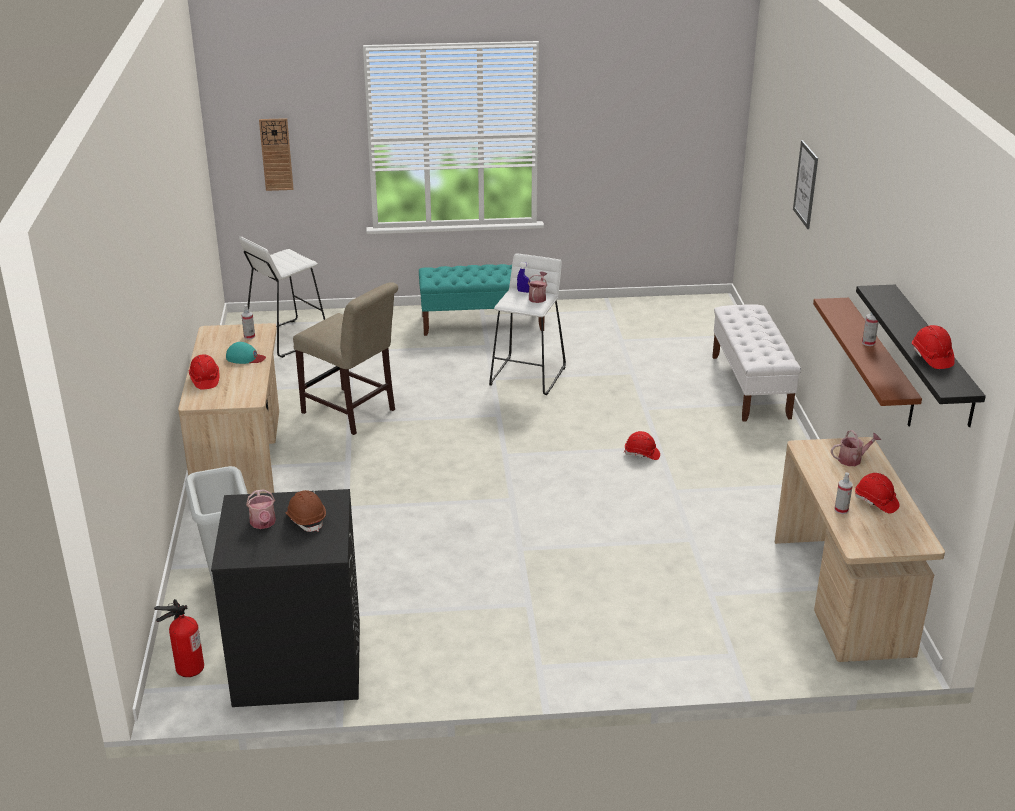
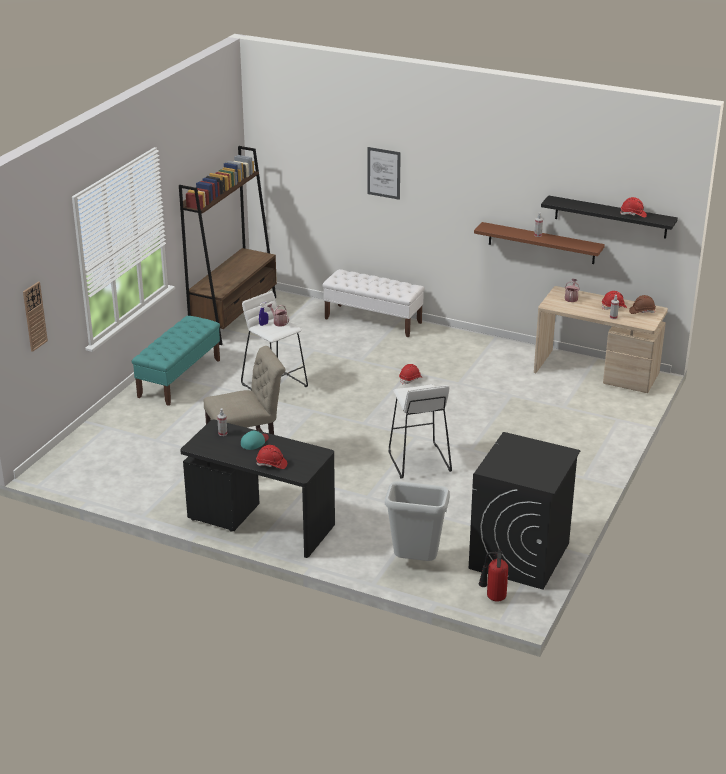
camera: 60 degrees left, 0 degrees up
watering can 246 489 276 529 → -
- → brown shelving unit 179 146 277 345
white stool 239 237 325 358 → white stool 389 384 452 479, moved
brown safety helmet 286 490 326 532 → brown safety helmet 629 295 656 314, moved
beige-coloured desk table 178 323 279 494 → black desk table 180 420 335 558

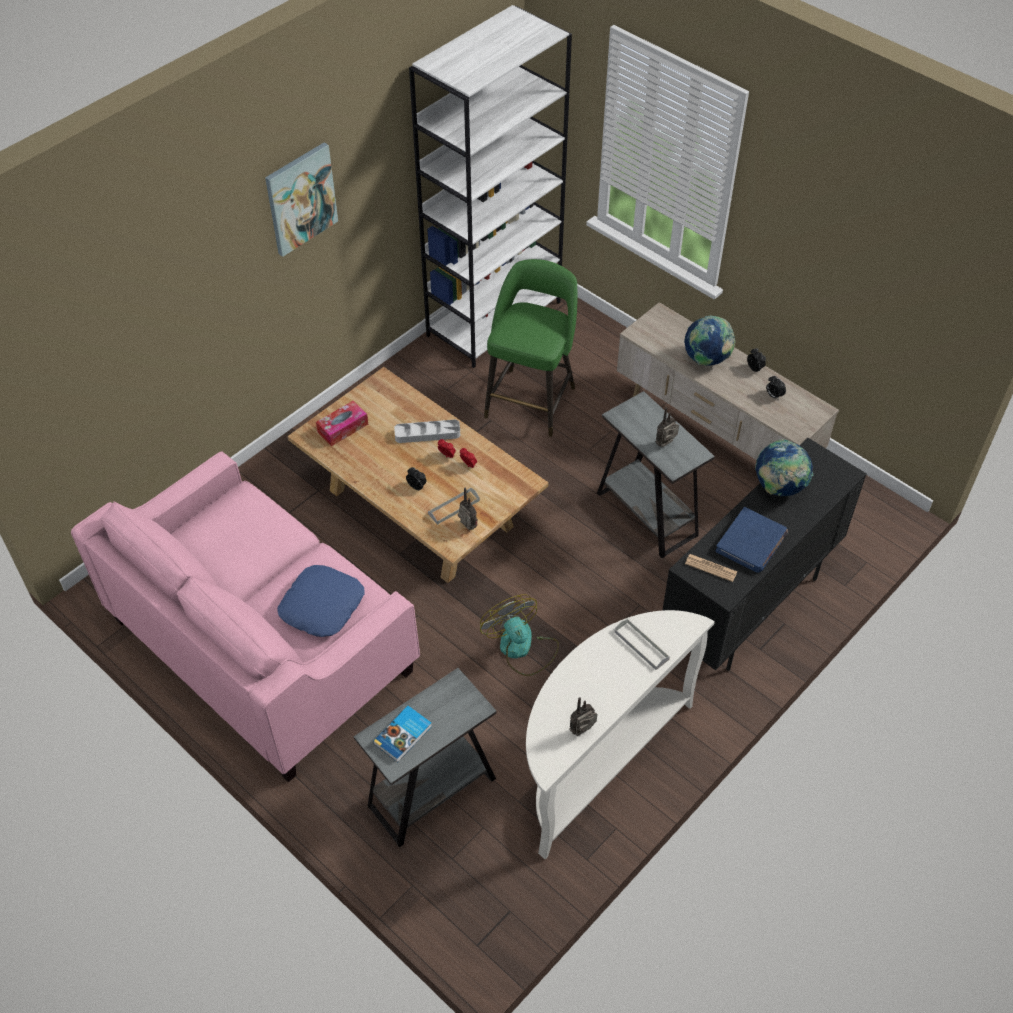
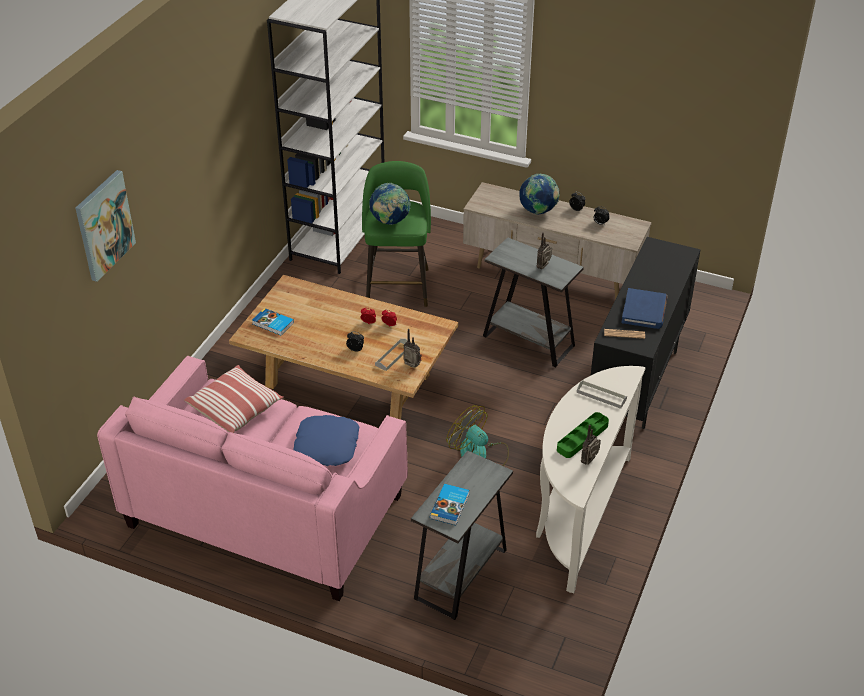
camera: 20 degrees left, 10 degrees down
grey carrying tray 394 420 460 443 → -
- → cushion 184 365 284 433
- → green-coloured carrying tray 557 412 609 458
wall art 265 142 338 257 → wall art 75 170 136 282, moved
world globe 755 439 813 496 → world globe 369 183 411 225, moved
tissue holder 316 401 368 446 → book 252 308 294 336

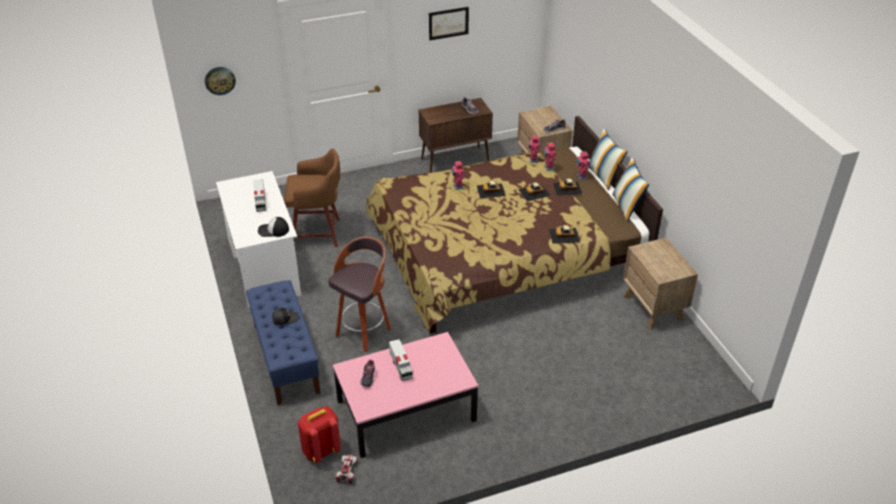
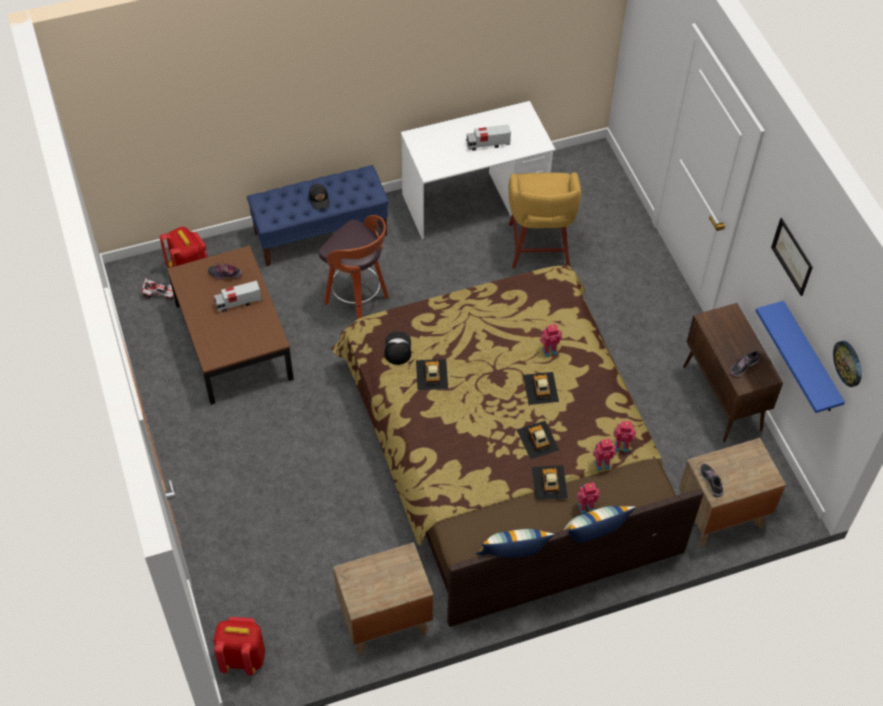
camera: 90 degrees right, 15 degrees up
- → red-coloured backpack 214 617 265 675
- → blue-coloured shelf 756 301 845 413
hanging clock 205 67 236 95 → hanging clock 833 341 862 387, moved
cap 258 217 289 237 → cap 384 332 411 365, moved
model car 549 225 580 244 → model car 416 359 448 390, moved
brown stool 284 148 340 247 → yellowish stool 508 172 581 268
pink-coloured low table 333 332 478 458 → brown low table 167 246 294 405

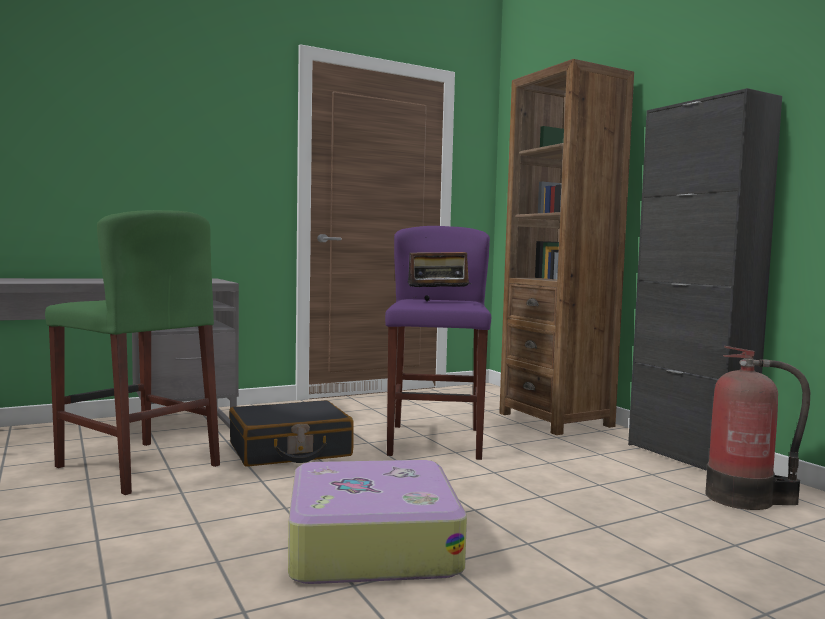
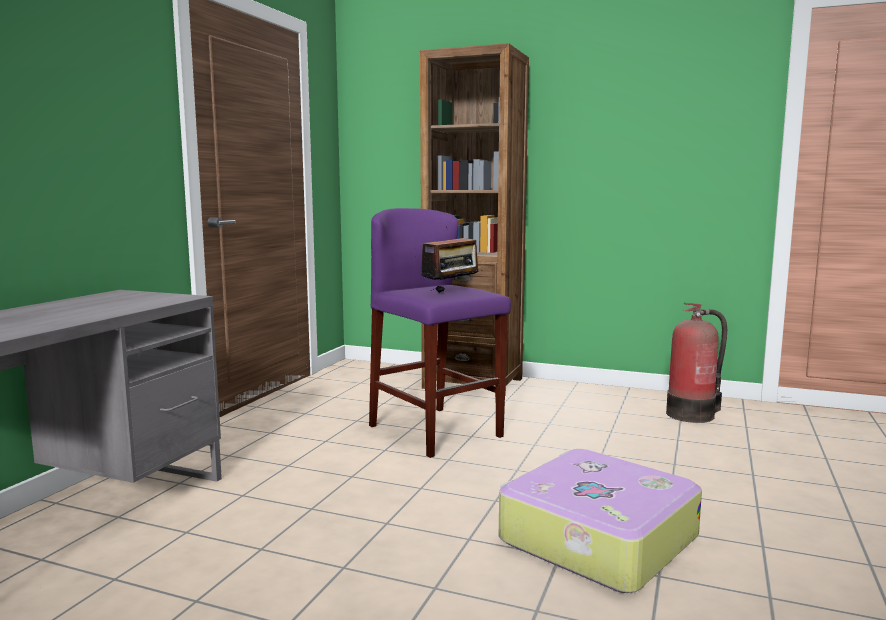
camera: 40 degrees left, 5 degrees up
green-coloured stool 45 210 220 495 → -
black travel case 229 400 354 467 → -
black cupboard 628 88 782 471 → -

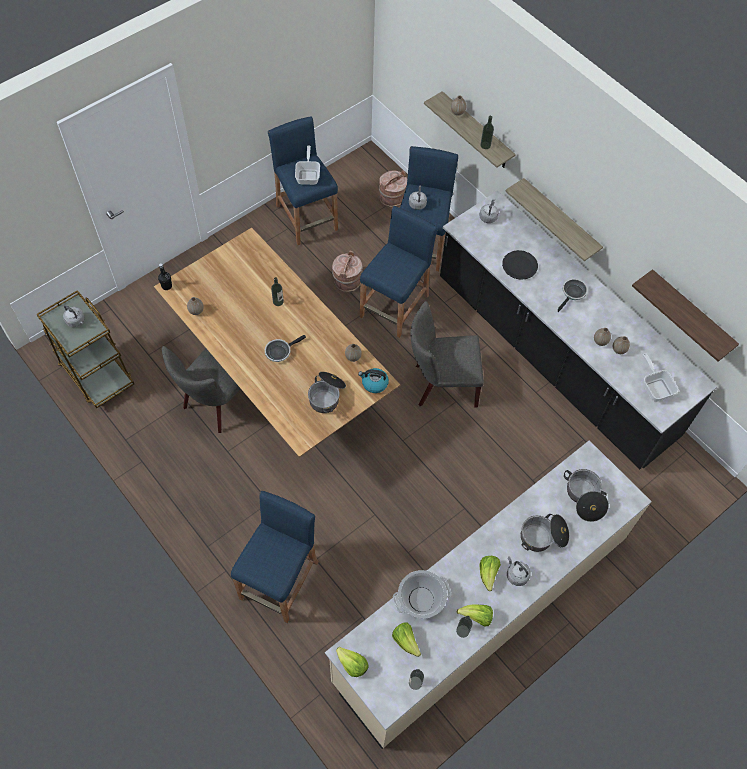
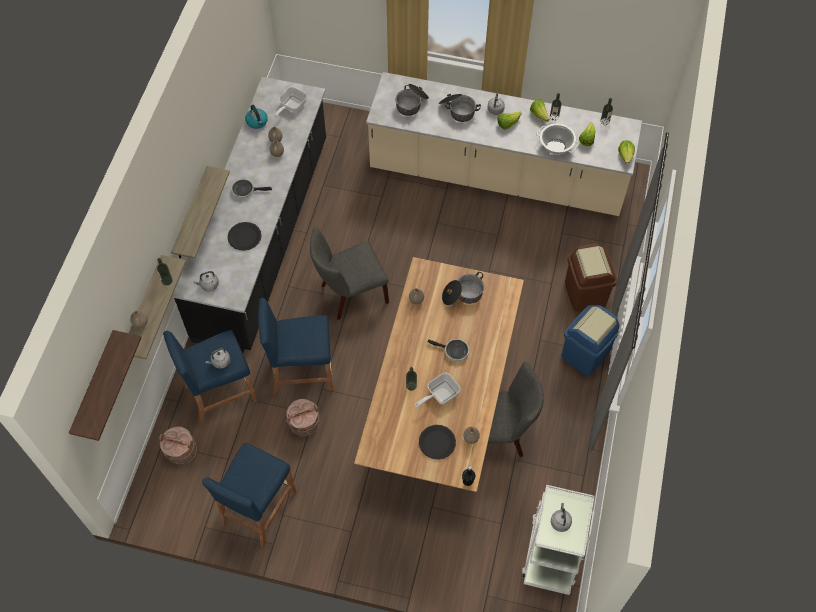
camera: 125 degrees left, 0 degrees up
- → black dinner plate 419 425 456 459
- → blue-coloured rubbish bin 561 305 620 376
frying pan 295 146 320 185 → frying pan 415 373 461 407, moved
kettle 358 368 389 393 → kettle 245 105 268 129, moved
shelf 632 269 739 362 → shelf 69 330 142 441, moved
blue-coloured stool 231 491 319 623 → brown rubbish bin 565 244 617 312
brown trolley 37 290 134 408 → white trolley 522 485 595 595
grey chair 410 301 484 407 → grey chair 310 226 389 320, 105 degrees clockwise

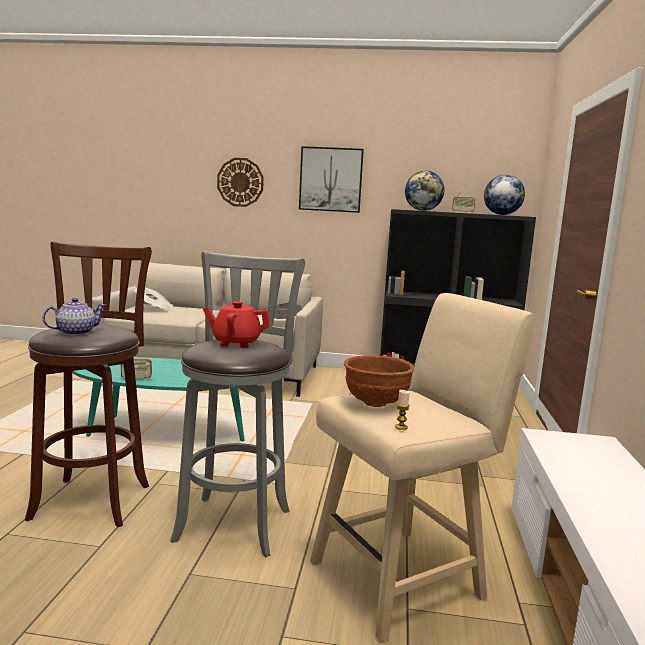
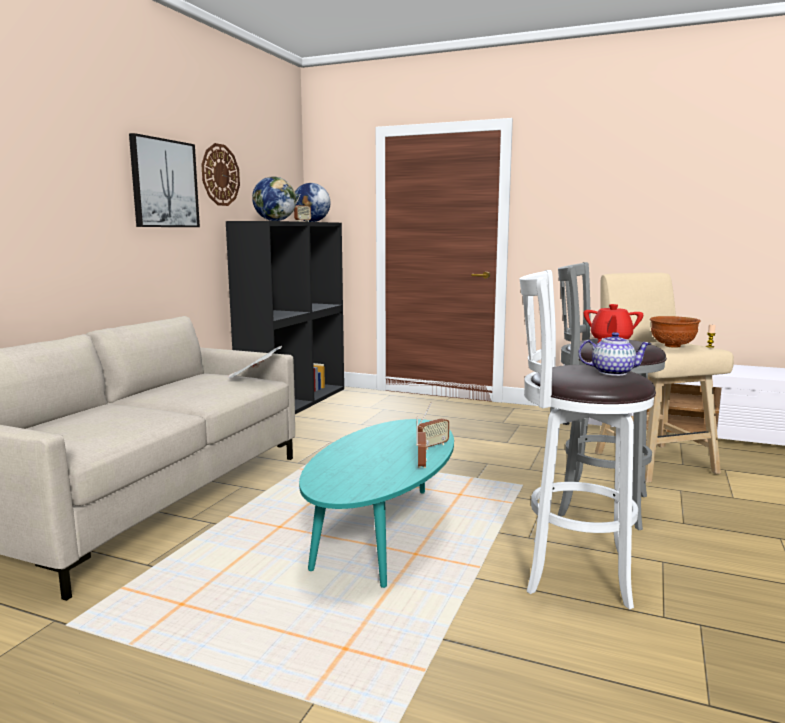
camera: 75 degrees left, 0 degrees up
newspaper 134 285 173 312 → -
- → radio 418 402 450 450
hanging clock 217 158 264 207 → hanging clock 201 143 240 206, moved
brown stool 25 242 152 527 → white stool 520 270 656 609
tea pot 43 298 106 335 → tea pot 578 332 651 376, 120 degrees clockwise

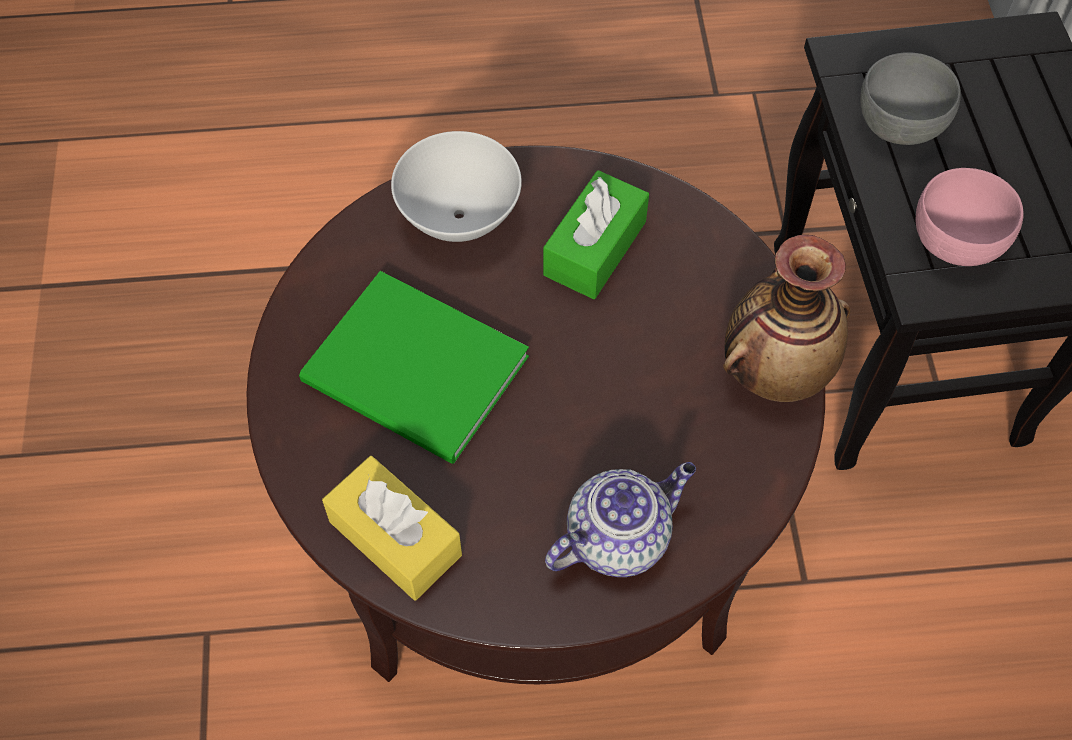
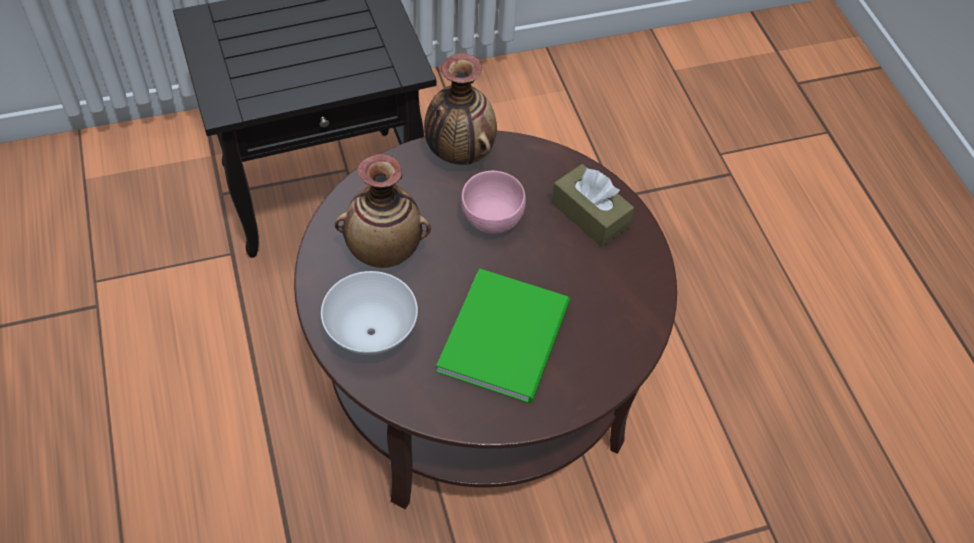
camera: 105 degrees left, 5 degrees down
yellowish tissue holder 322 456 462 600 → -
grey bowl 860 52 961 145 → -
pink-coloured bowl 916 168 1024 266 → pink-coloured bowl 461 171 526 234, moved
green-coloured tissue holder 543 170 649 299 → flower vase 335 154 431 268
tea pot 545 462 696 577 → brown tissue holder 551 164 634 247

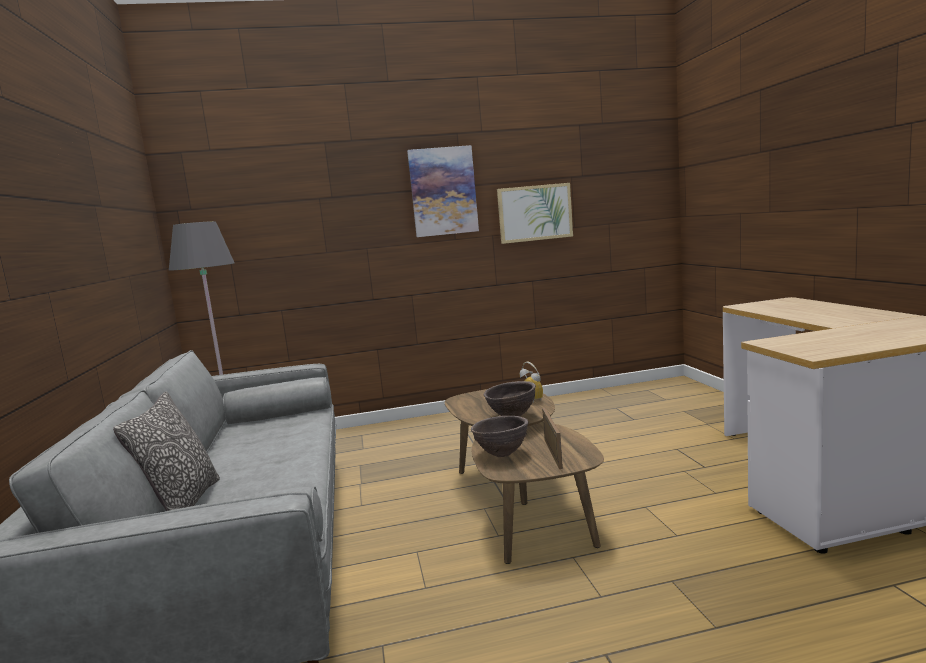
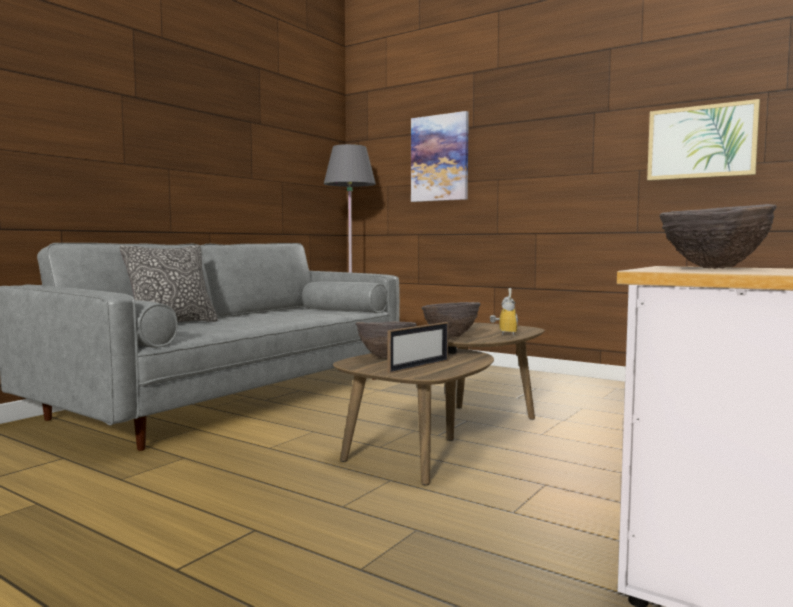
camera: 45 degrees right, 5 degrees down
- → brown bowl 660 204 777 269
wall art 407 145 479 237 → wall art 411 111 469 202, moved

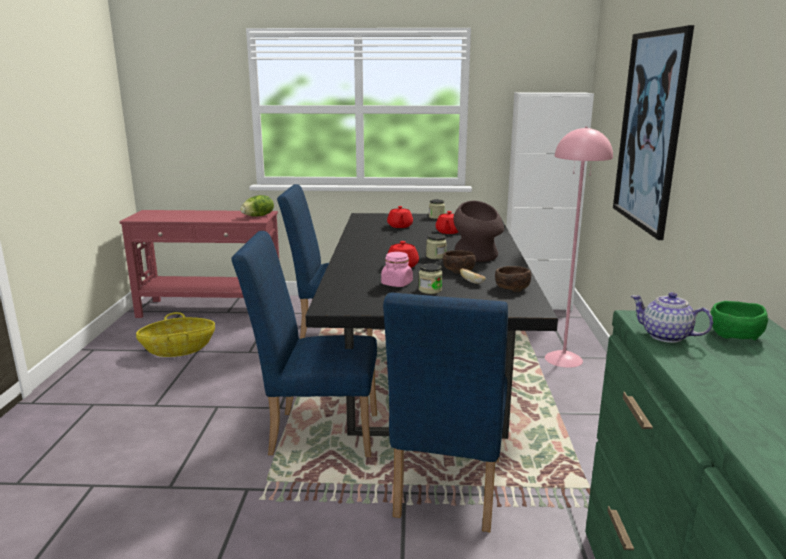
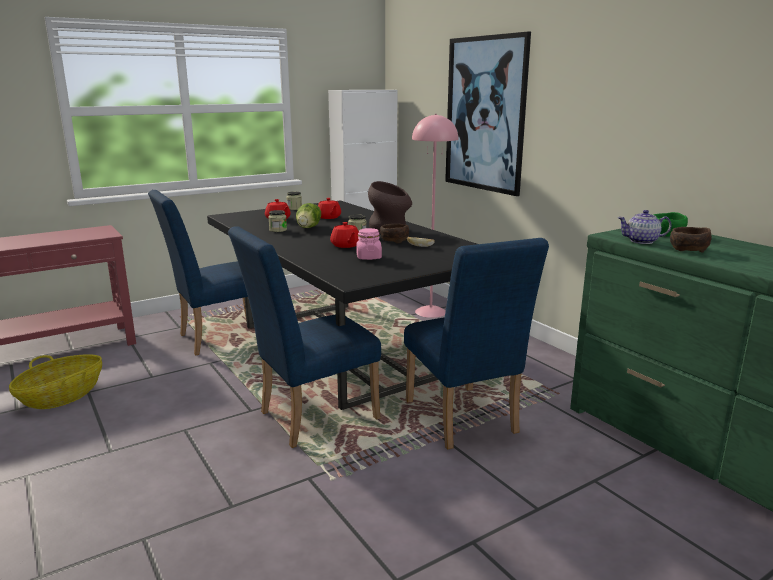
camera: 35 degrees left, 0 degrees up
lettuce head 240 195 274 217 → lettuce head 296 203 321 228, moved
jar 419 263 443 294 → jar 268 210 287 232, moved
brown bowl 495 266 531 292 → brown bowl 670 227 712 253, moved

